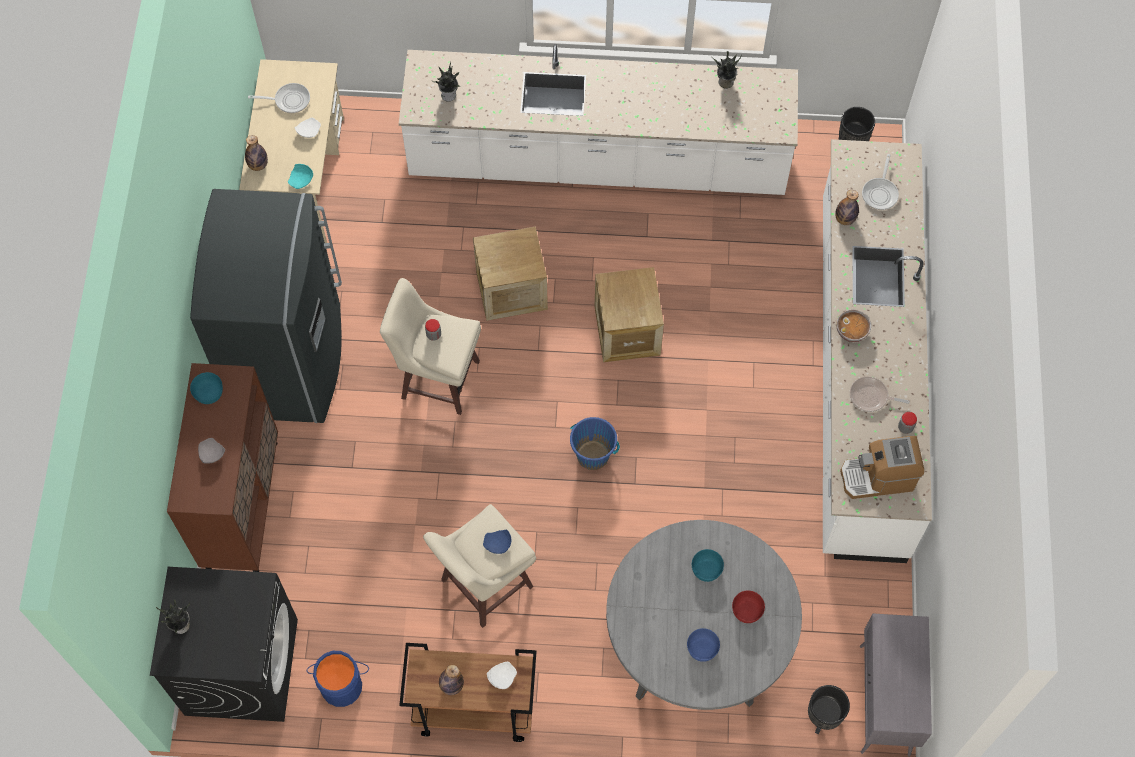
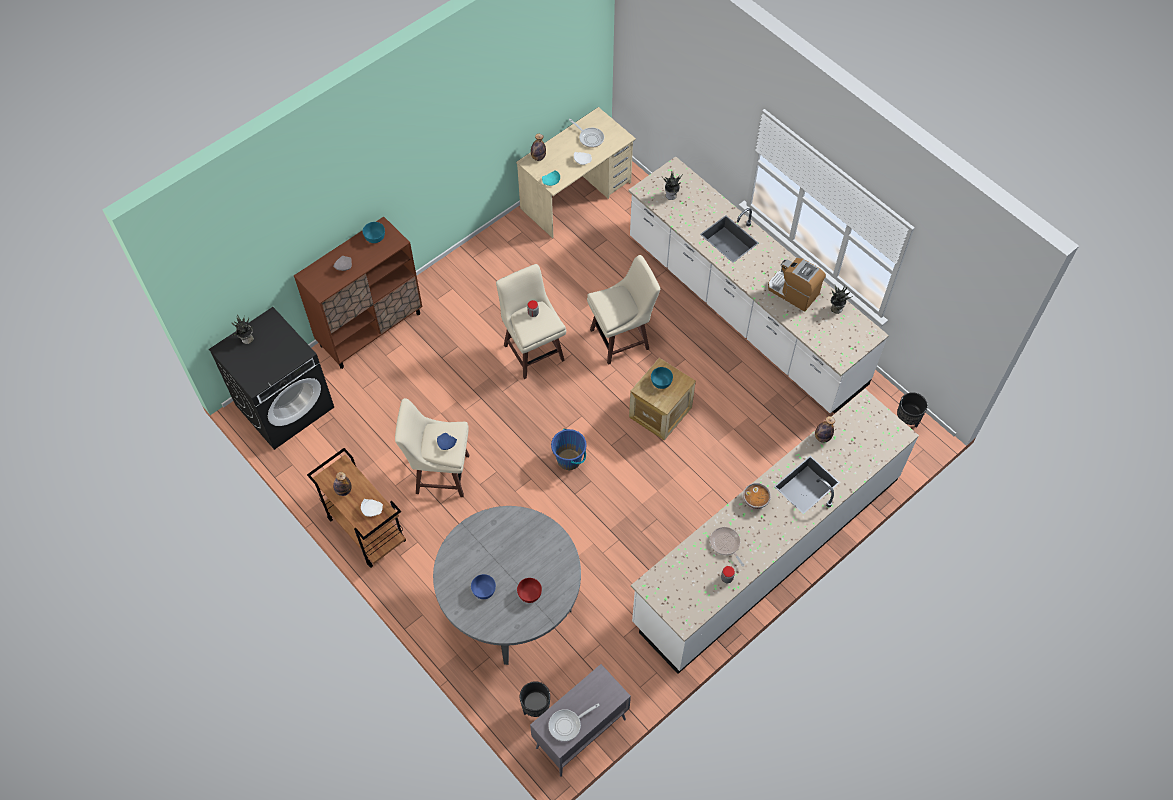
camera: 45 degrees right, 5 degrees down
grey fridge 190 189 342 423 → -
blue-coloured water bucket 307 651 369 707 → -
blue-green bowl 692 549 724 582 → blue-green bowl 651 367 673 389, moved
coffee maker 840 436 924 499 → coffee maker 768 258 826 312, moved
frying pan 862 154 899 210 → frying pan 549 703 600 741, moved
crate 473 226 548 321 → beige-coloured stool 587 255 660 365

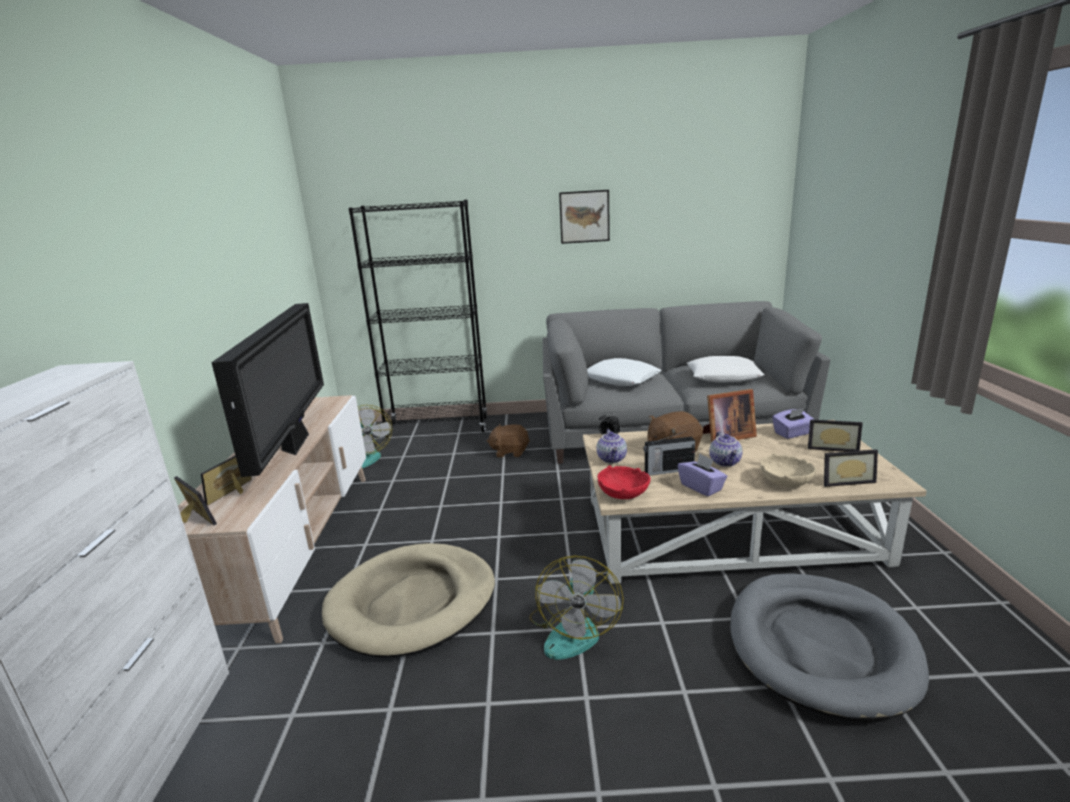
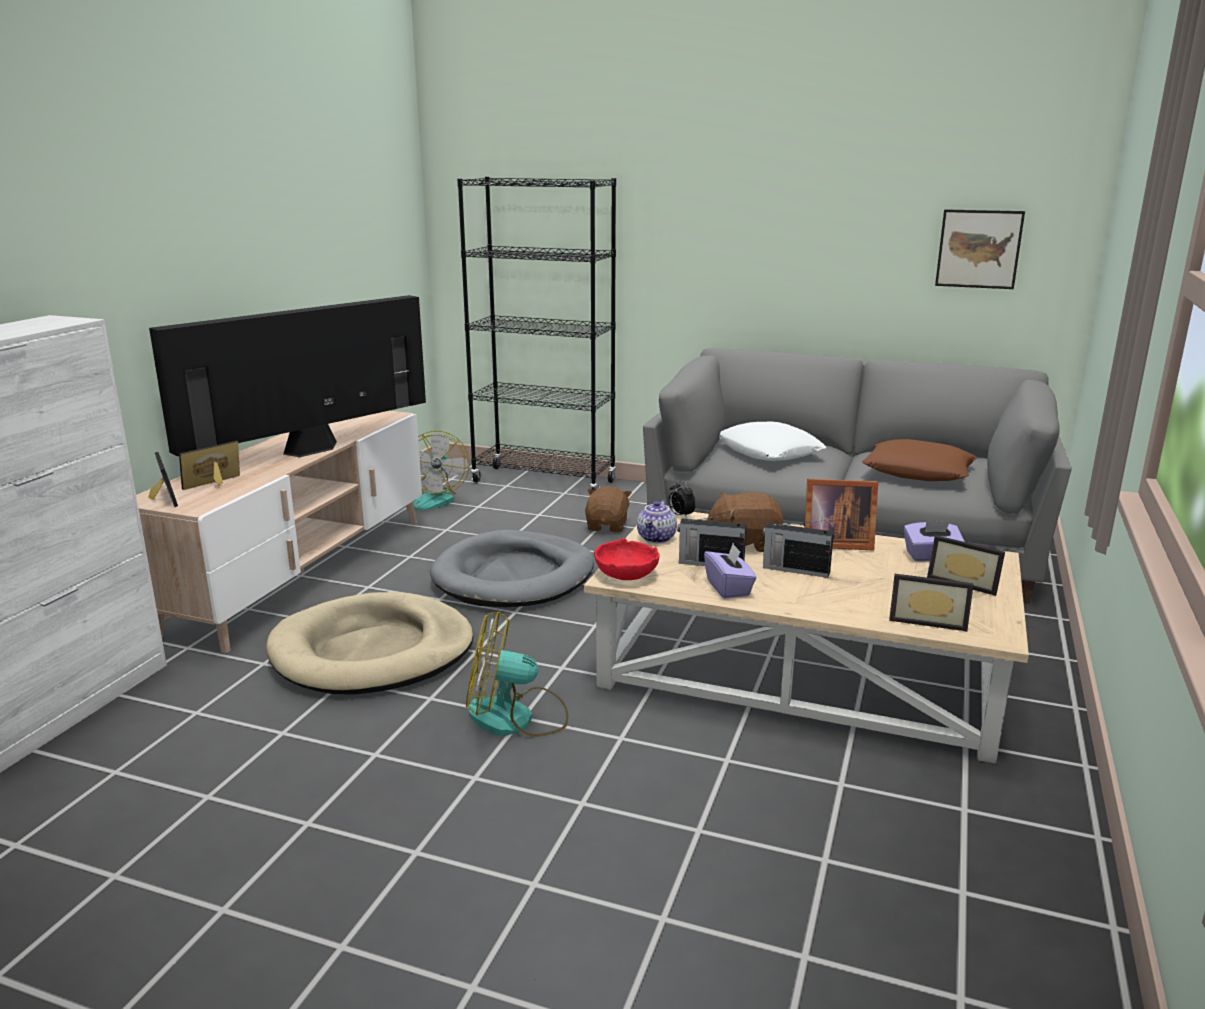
camera: 20 degrees right, 0 degrees up
beige-coloured bowl 760 453 817 487 → -
wall art 559 190 610 244 → wall art 935 209 1025 289, moved
grey dog bed 730 573 929 722 → grey dog bed 430 530 594 607, moved
tea pot 709 431 742 467 → radio 763 520 834 578
white cushion 687 356 764 383 → brown cushion 862 439 977 481
TV 211 303 324 477 → TV 149 295 426 457, 150 degrees counterclockwise
brown cuddly toy 487 424 530 457 → brown cuddly toy 585 486 632 532, 75 degrees clockwise
cooling fan 529 556 623 660 → cooling fan 466 611 569 737, 60 degrees clockwise

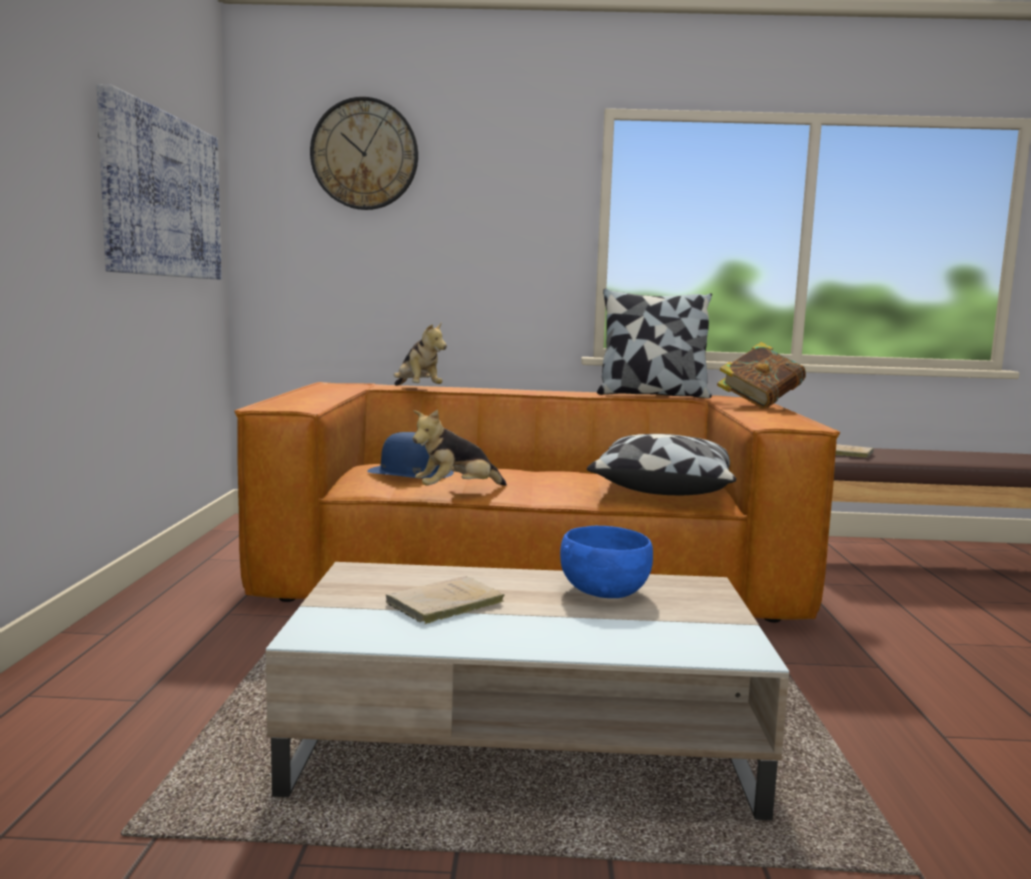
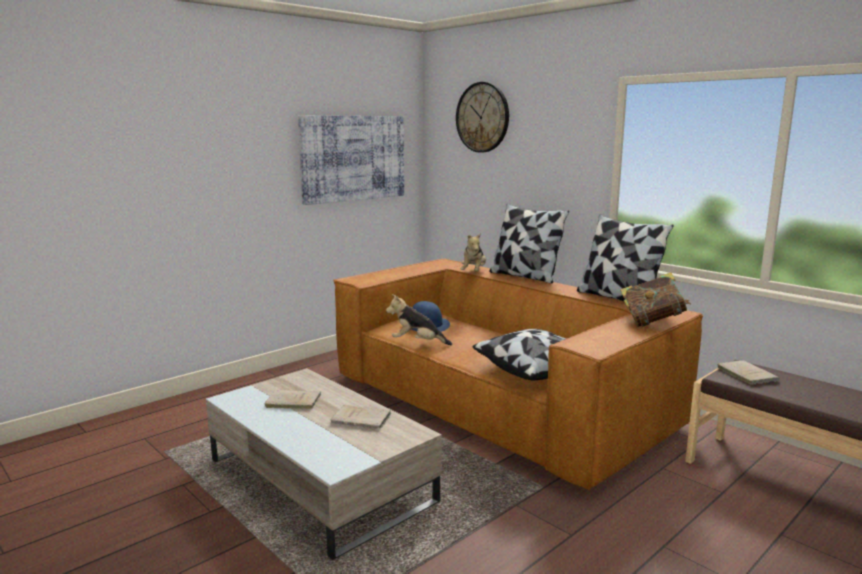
camera: 45 degrees right, 5 degrees up
- → cushion 489 204 569 284
blue-coloured bowl 560 526 653 598 → beige-coloured book 331 405 392 429

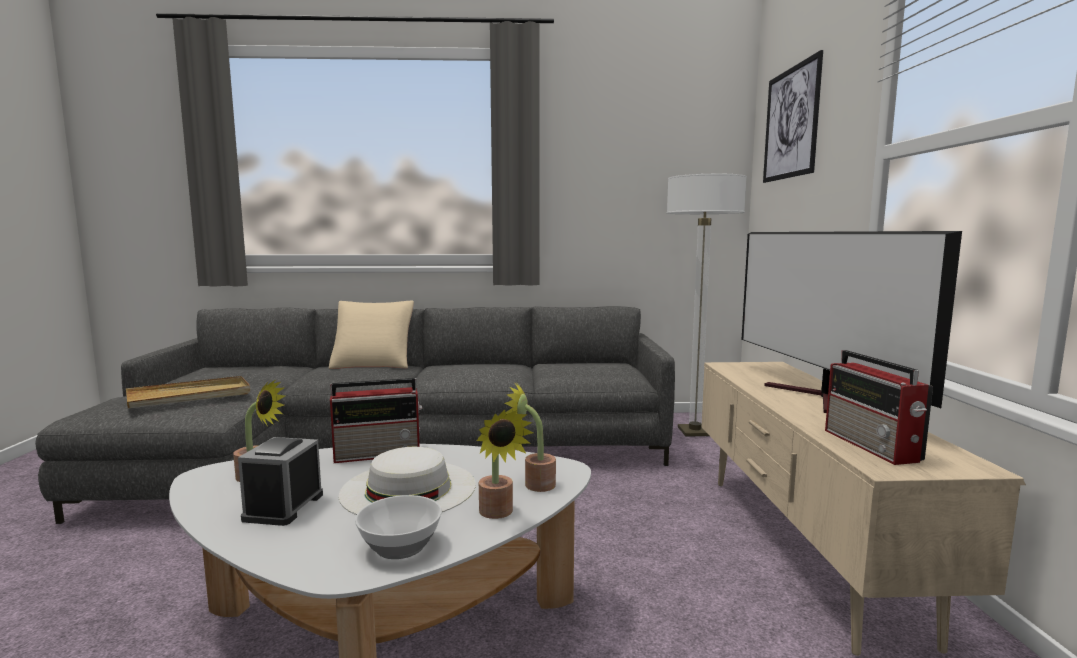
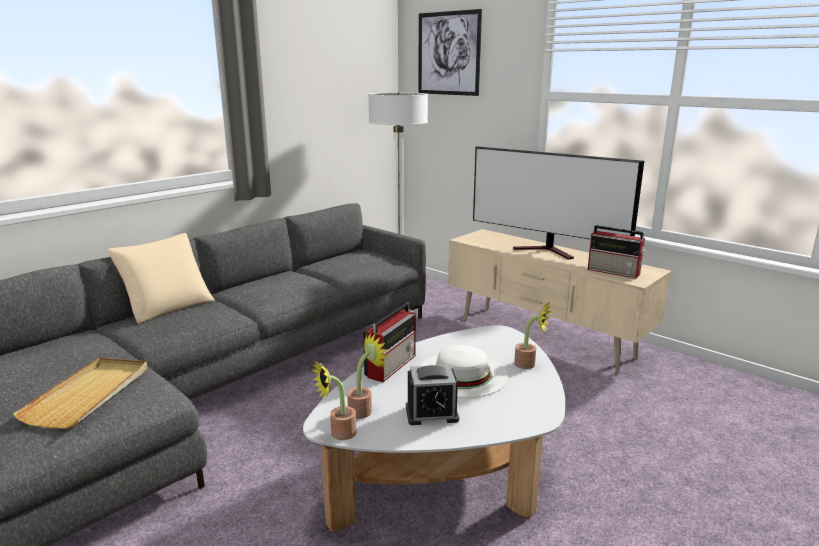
camera: 45 degrees left, 10 degrees up
bowl 355 495 442 559 → -
potted plant 504 383 556 492 → potted plant 312 361 357 440, moved
alarm clock 238 437 323 526 → alarm clock 406 365 459 425, 60 degrees counterclockwise

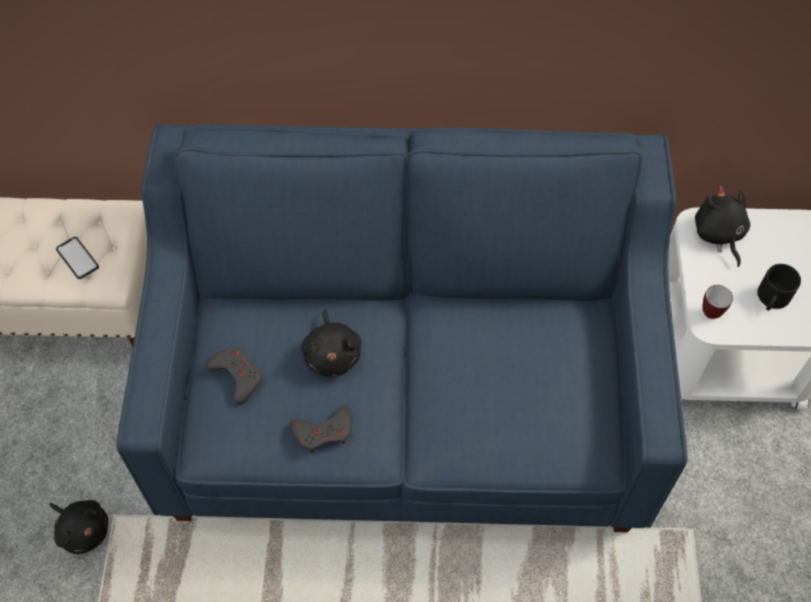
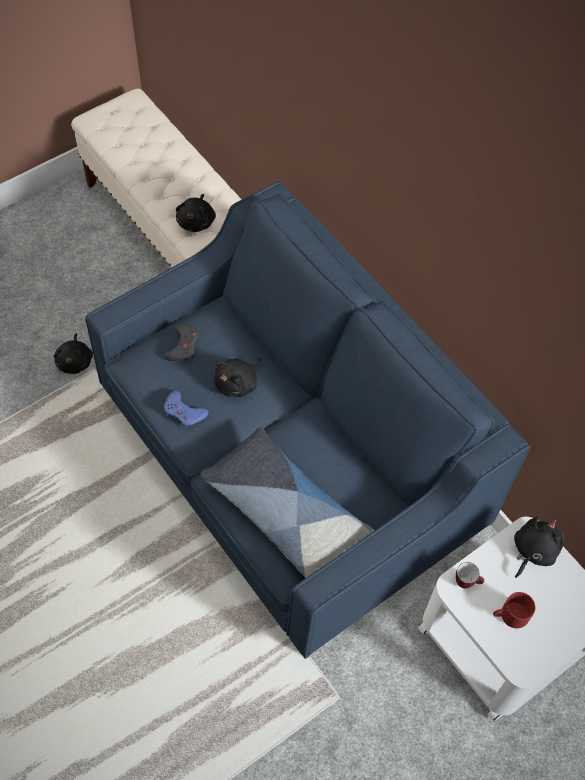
camera: 50 degrees right, 0 degrees up
- → cushion 200 427 374 578
handset 56 237 99 279 → black cuddly toy 176 194 216 232
grey joypad 289 406 352 453 → blue-coloured joypad 164 391 209 428
black mug 757 264 801 311 → red-coloured mug 493 592 535 628

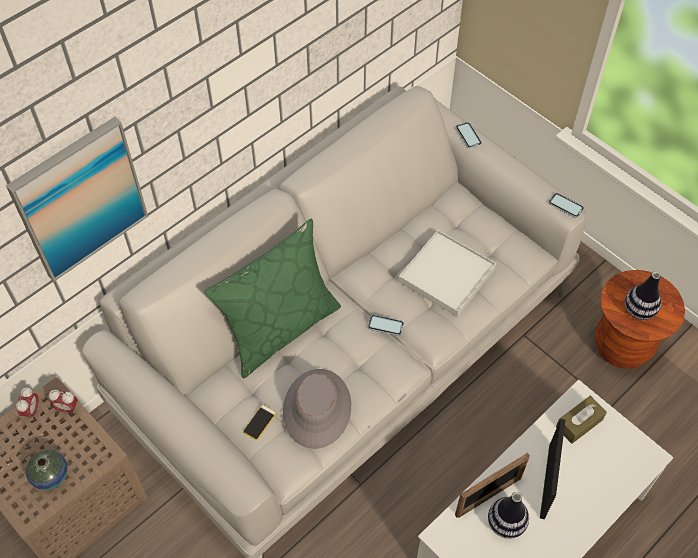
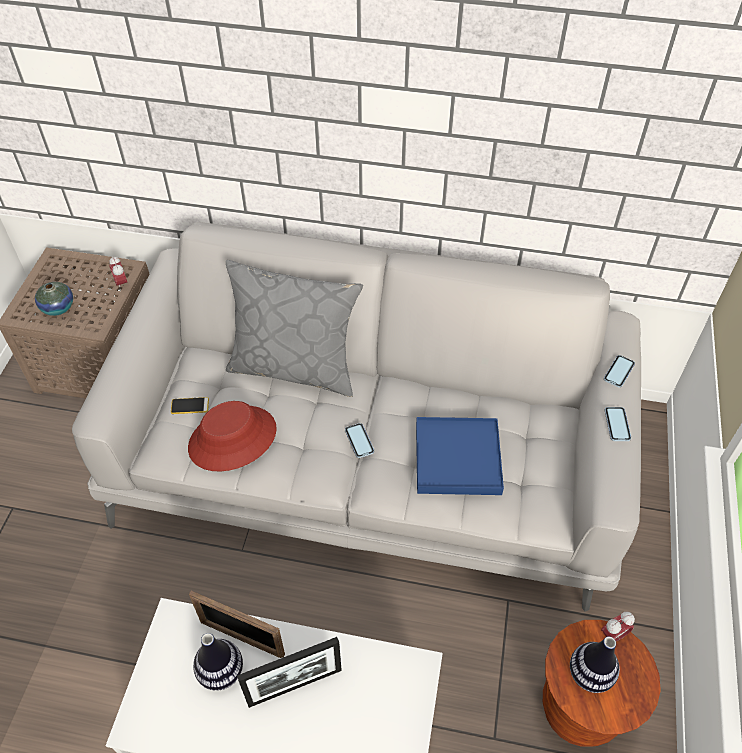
camera: 55 degrees right, 5 degrees down
wall art 6 117 148 282 → -
brown tissue holder 556 396 607 444 → -
alarm clock 16 387 39 418 → alarm clock 601 612 635 641, moved
handset 549 193 584 218 → handset 605 407 631 441, moved
green-coloured cushion 204 219 341 378 → grey cushion 226 260 363 397
grey wearable hat 283 369 351 449 → red-coloured wearable hat 188 401 277 472
white carrying tray 398 230 496 317 → blue-coloured carrying tray 416 417 504 495

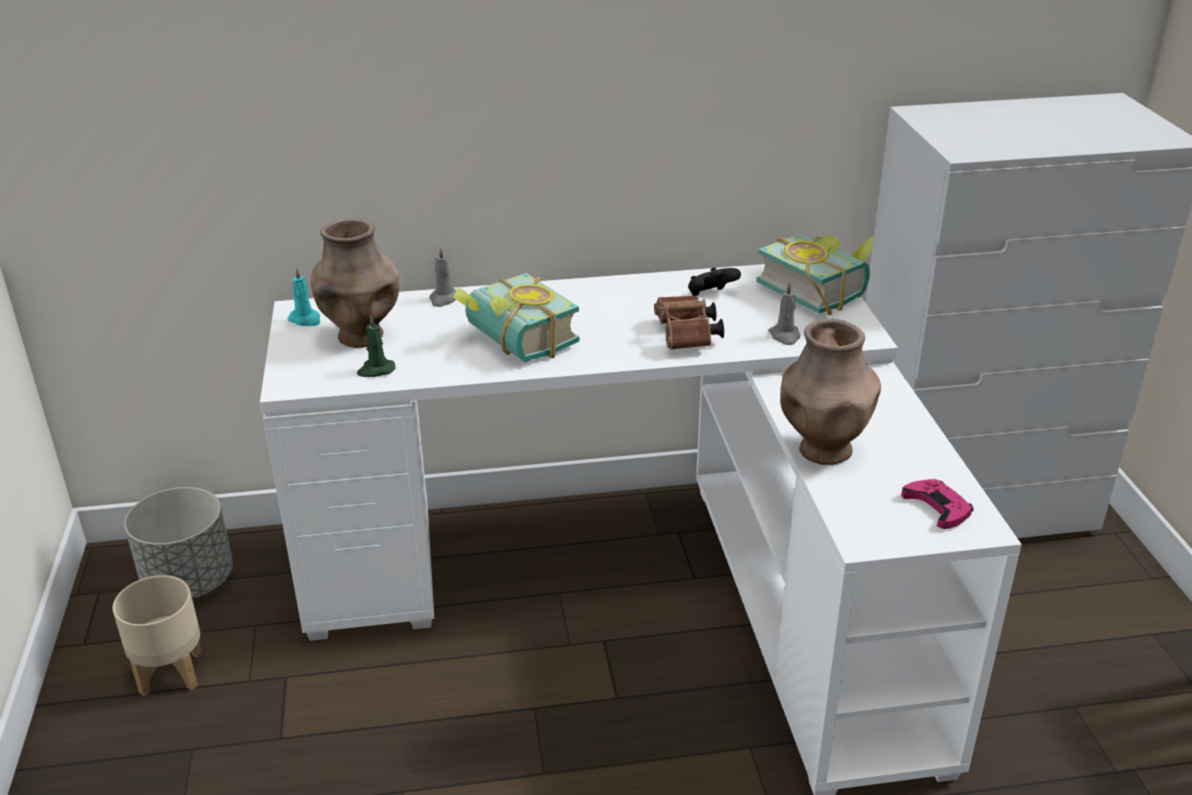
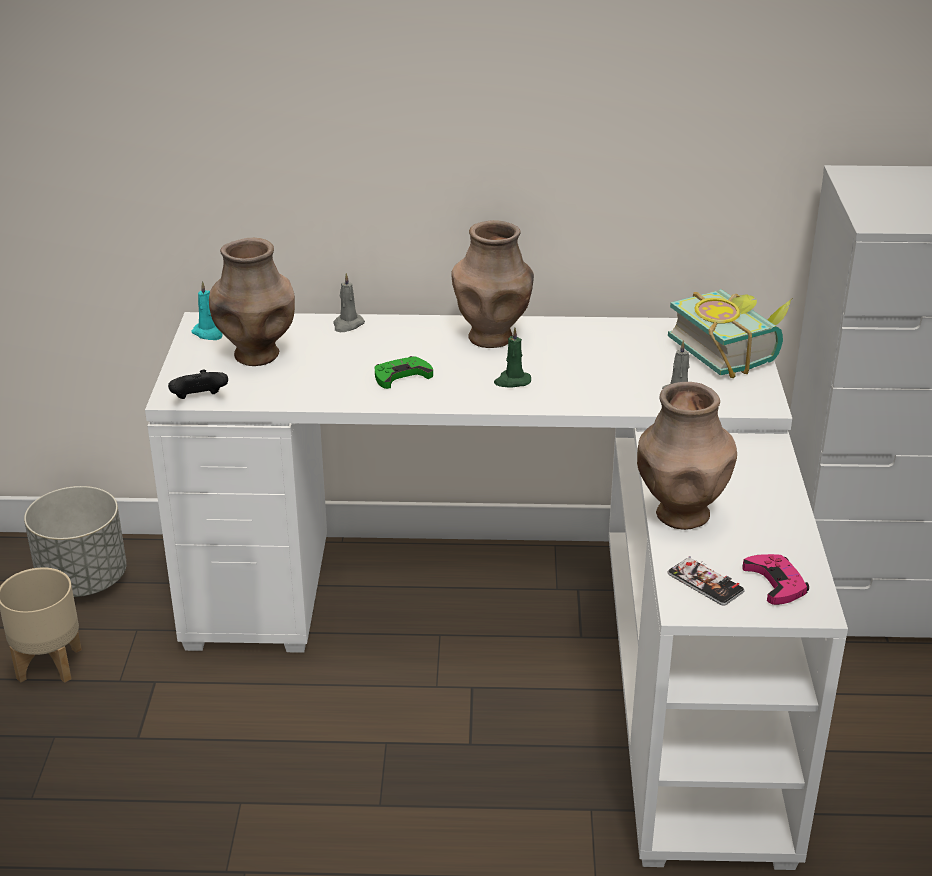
camera: 10 degrees right, 0 degrees up
brown pair of binoculars 654 295 724 350 → -
- → brown flower vase 451 220 534 348
- → handset 668 556 744 606
green-coloured wax light 357 315 395 377 → green-coloured wax light 494 328 531 388, moved
black joypad 688 267 741 296 → black joypad 168 370 228 399, moved
book 453 273 579 362 → green-coloured joypad 374 356 433 389

